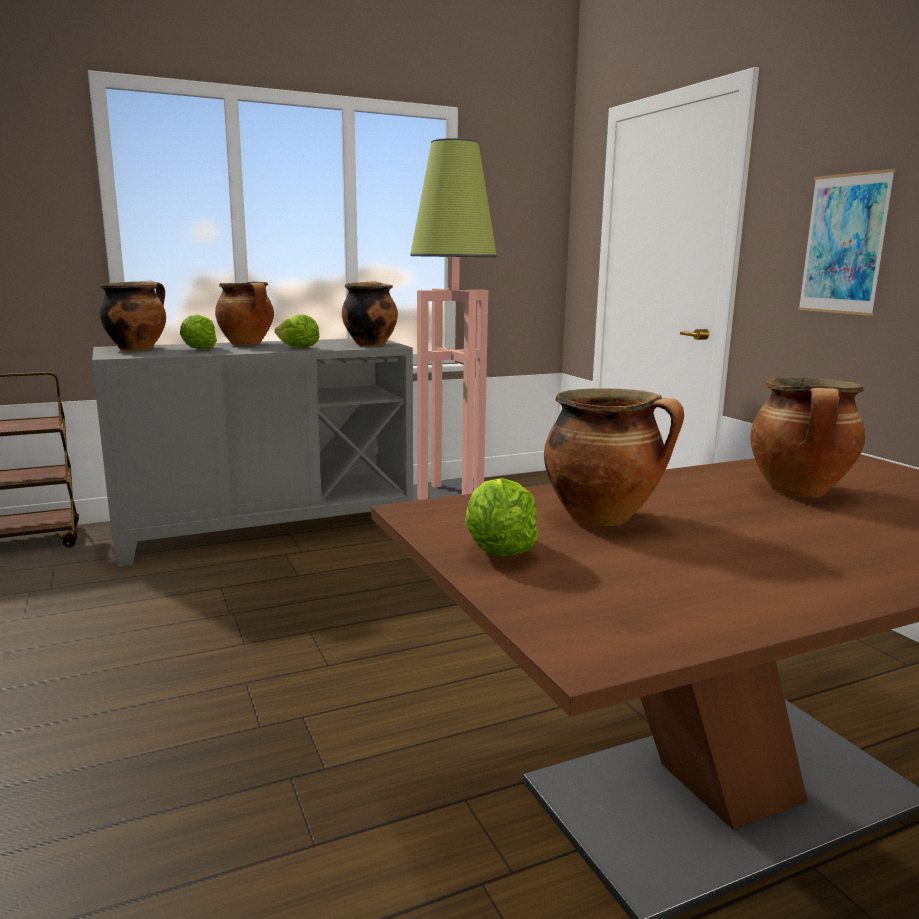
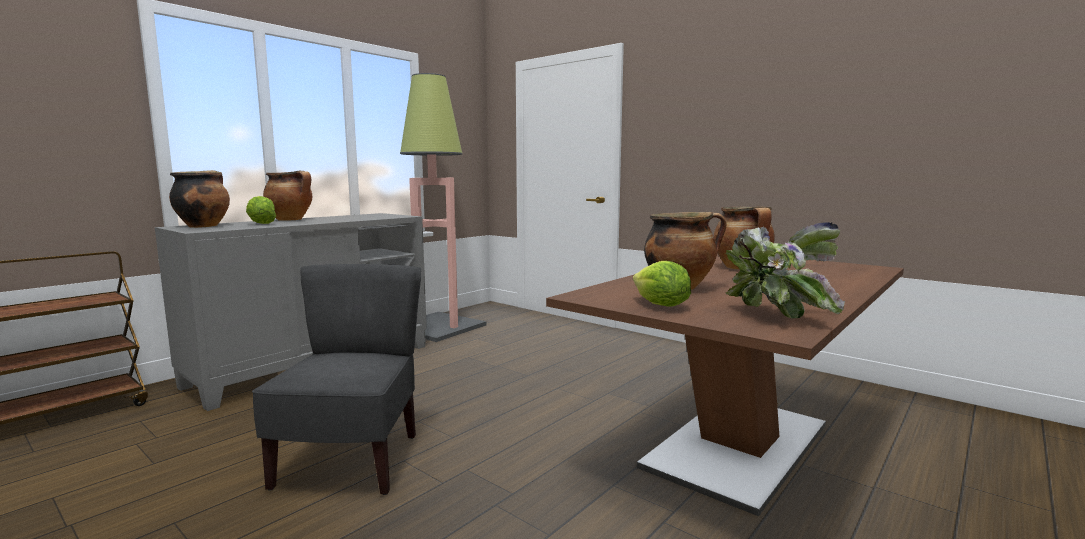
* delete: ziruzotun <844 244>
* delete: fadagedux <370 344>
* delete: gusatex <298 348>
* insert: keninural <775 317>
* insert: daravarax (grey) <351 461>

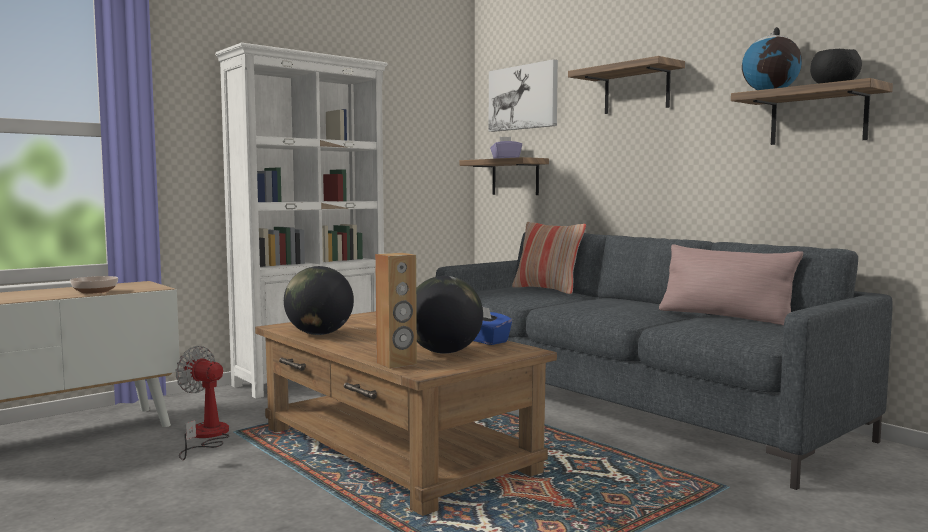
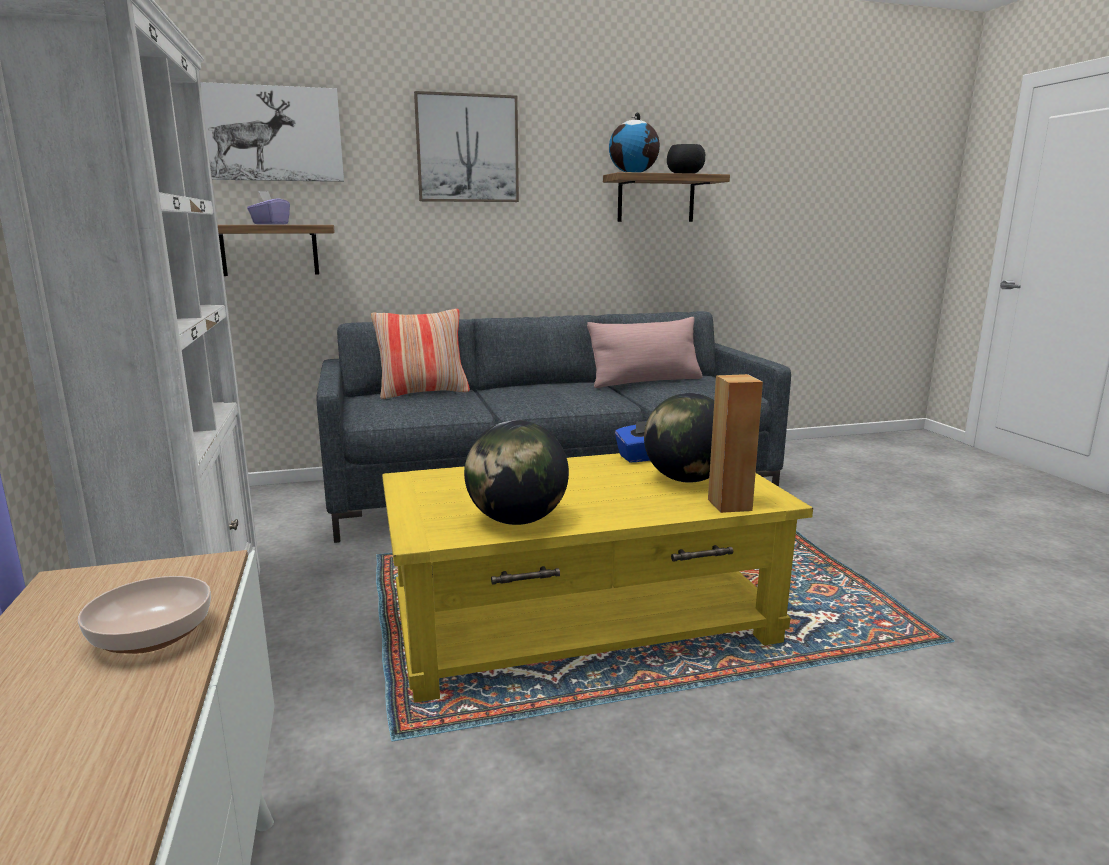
* replace: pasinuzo <636 89> to ziruzotun <467 149>
* recolor: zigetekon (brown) <395 449> to zigetekon (yellow) <583 622>
* delete: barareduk <205 436>

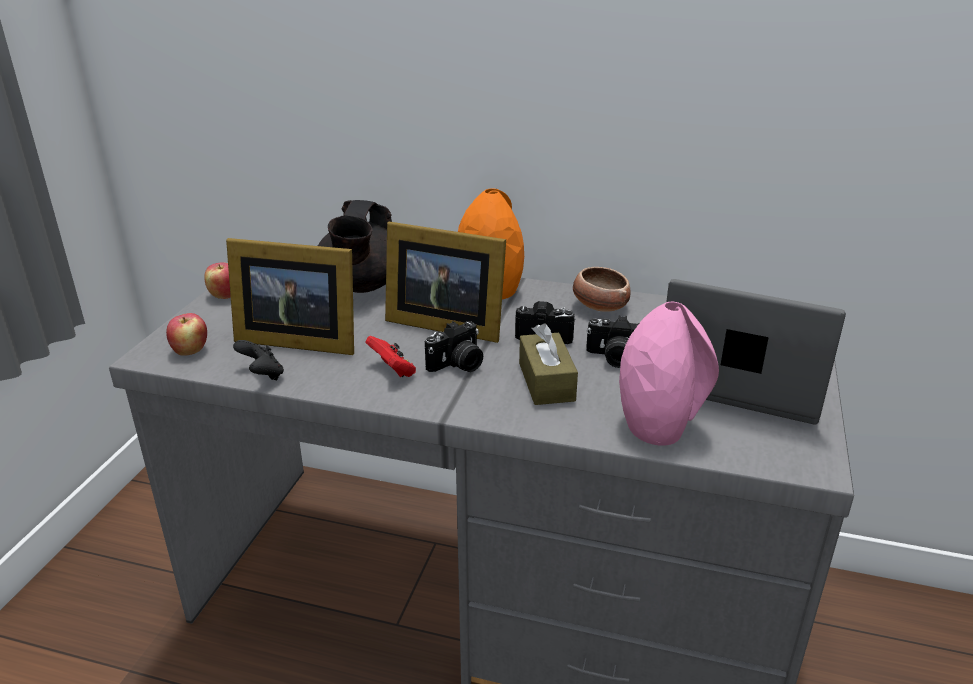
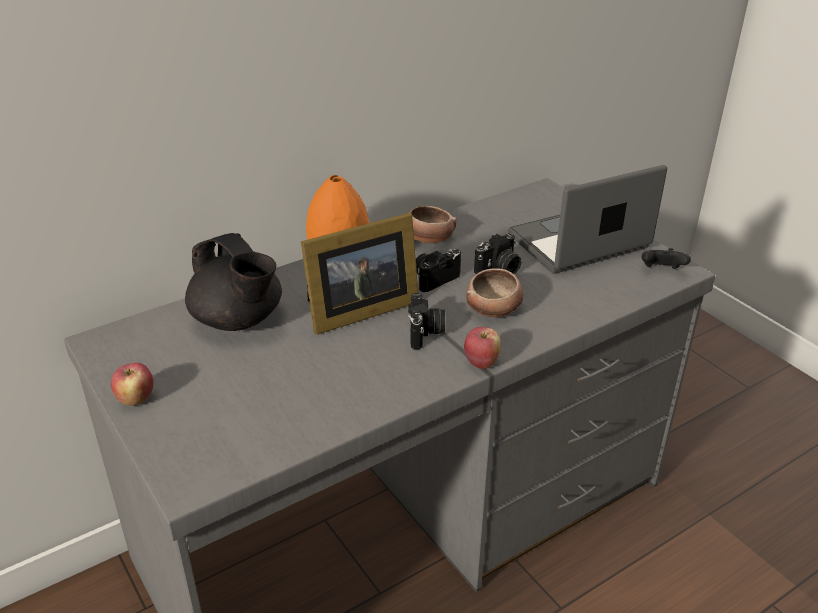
* delete: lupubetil <296 339>
* delete: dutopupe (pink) <659 425>
* move: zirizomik <190 351> to <481 362>
* replace: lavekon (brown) <546 382> to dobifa <494 309>
* delete: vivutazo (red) <393 371>
* move: vivutazo (black) <262 375> to <661 271>

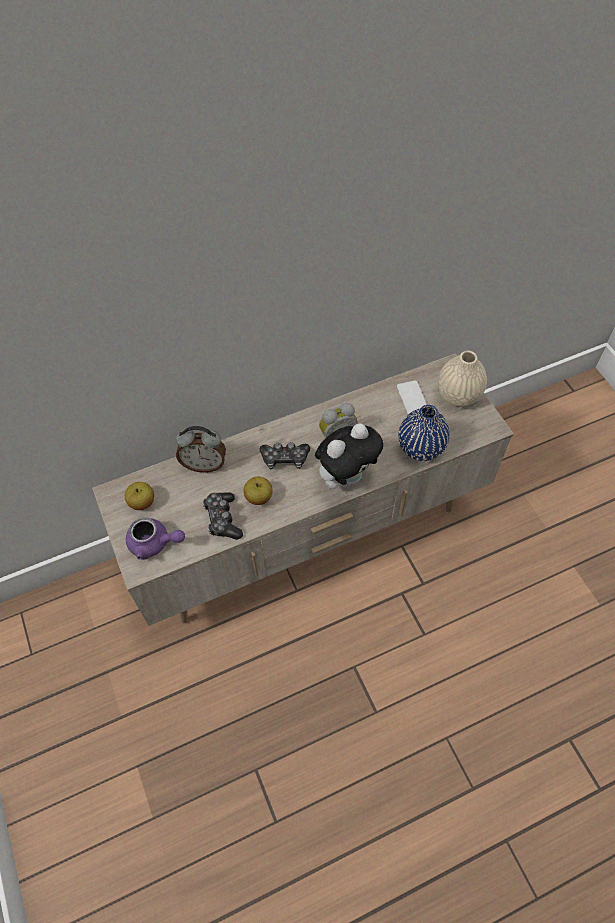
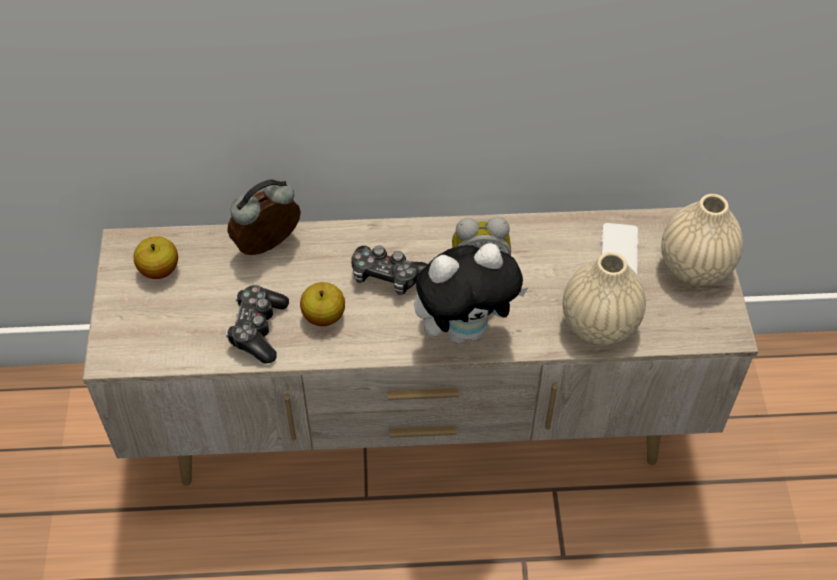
* recolor: dutopupe (blue) <421 447> to dutopupe (beige) <599 325>
* rotate: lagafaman <204 464> = <269 247> 120 degrees clockwise
* delete: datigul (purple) <154 543>

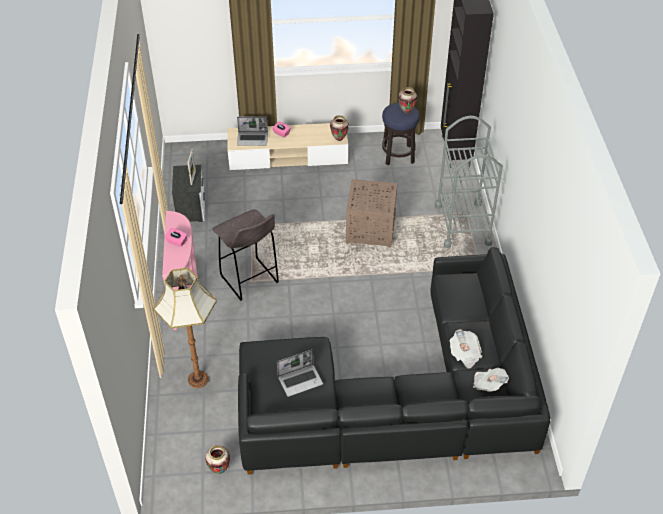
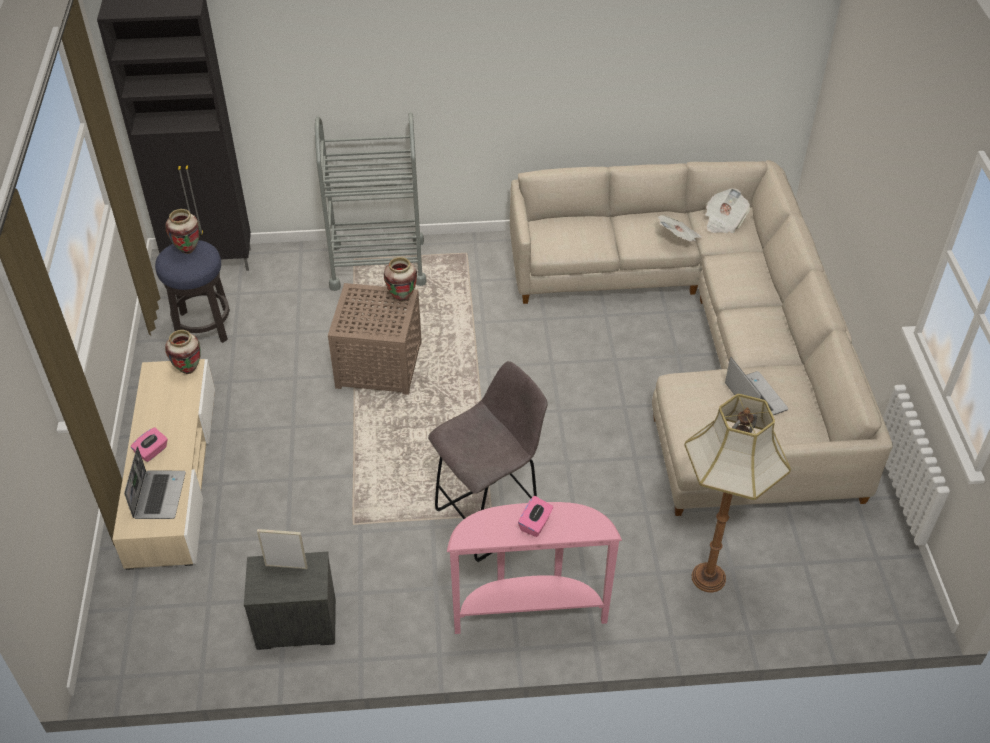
* recolor: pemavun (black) <400 399> to pemavun (beige) <706 342>
* move: dutopupe <219 470> to <402 298>

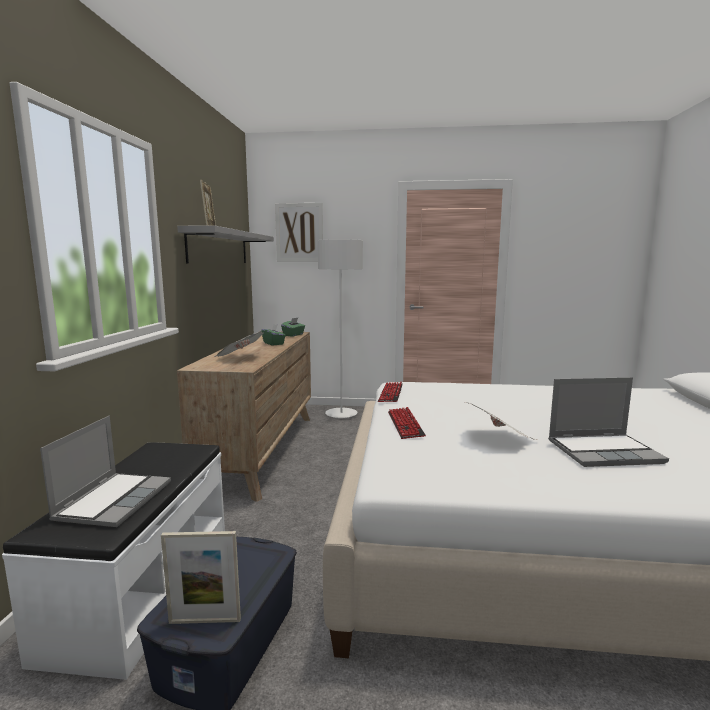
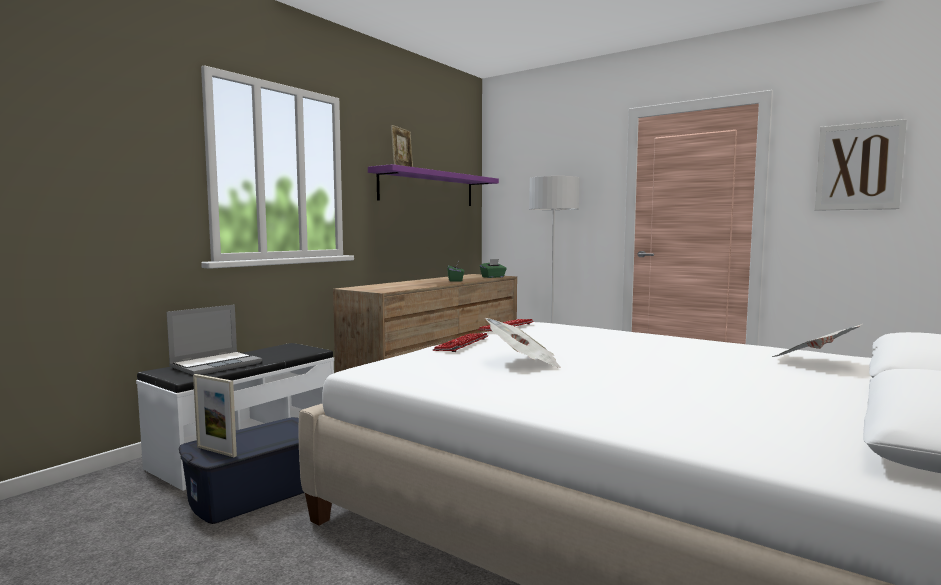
* move: ziruzotun <299 232> to <858 167>
* recolor: pasinuzo (grey) <219 247> to pasinuzo (purple) <428 188>
* move: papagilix <239 358> to <812 363>
* delete: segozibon <604 451>

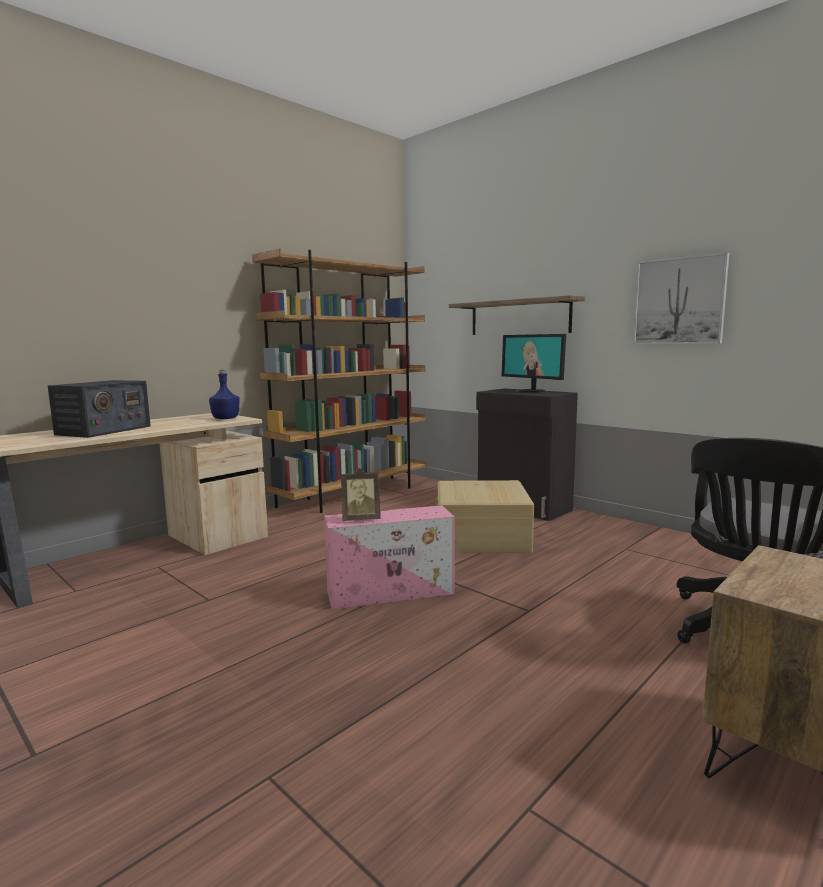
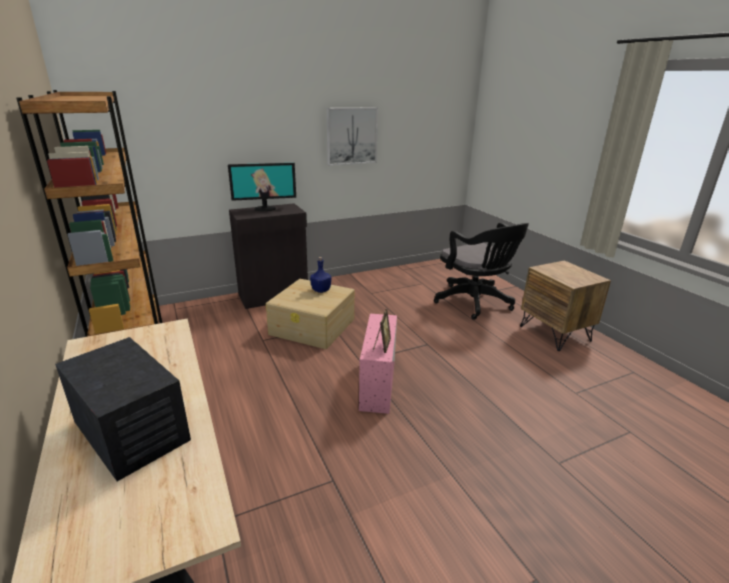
* delete: pasinuzo <519 317>
* move: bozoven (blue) <226 418> to <321 290>

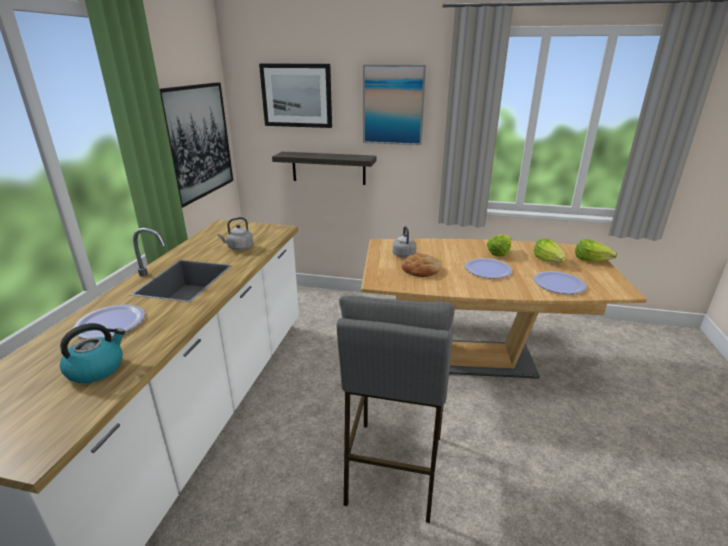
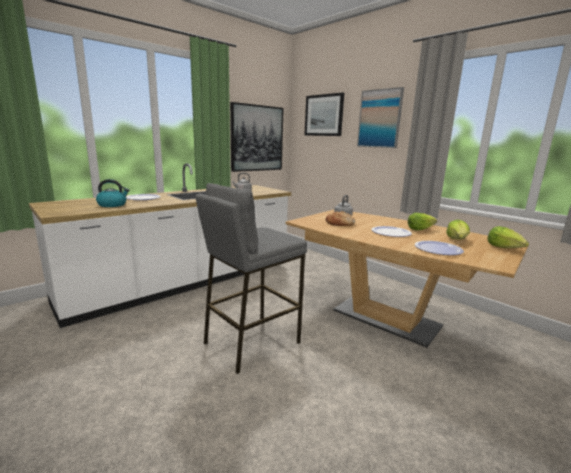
* delete: pasinuzo <328 168>

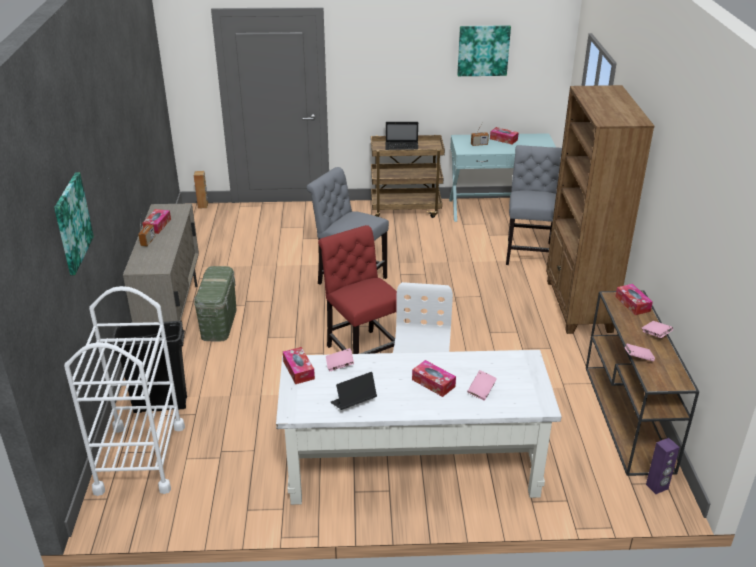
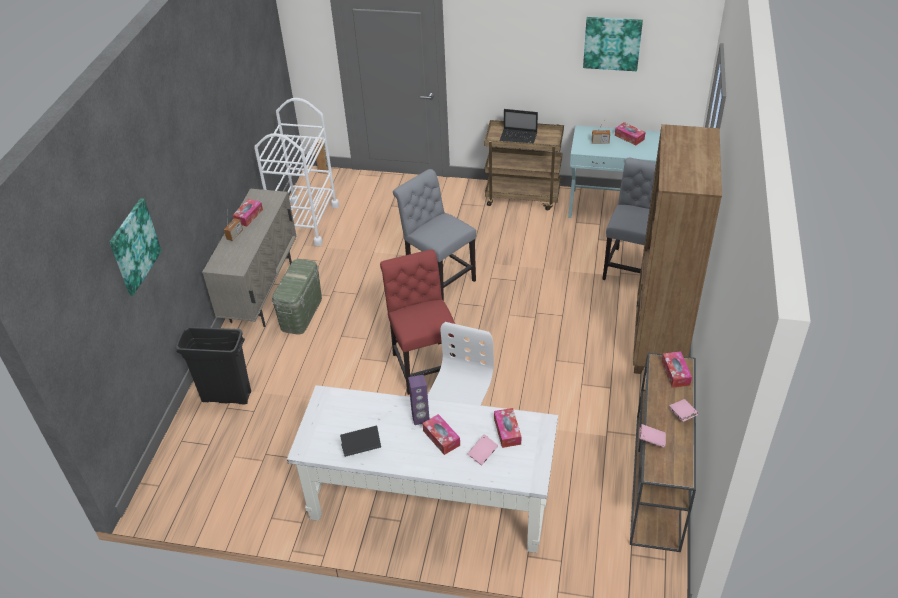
* move: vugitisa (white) <140 458> to <306 222>
* move: lavekon <298 370> to <507 431>
* delete: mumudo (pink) <339 365>
* move: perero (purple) <657 487> to <420 418>

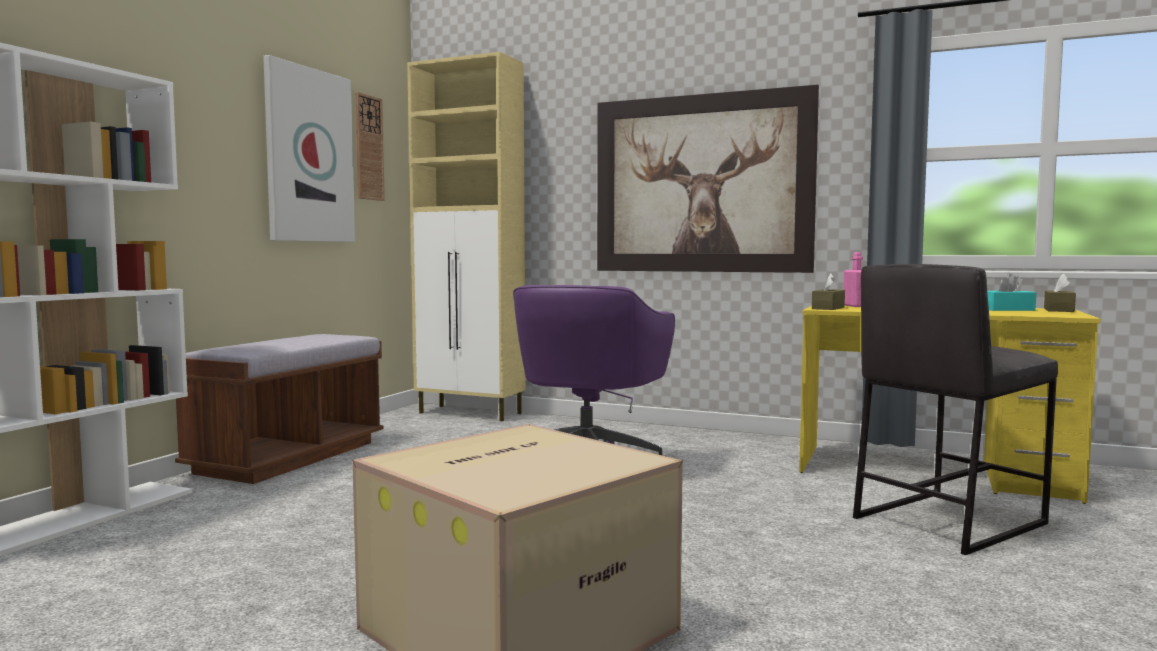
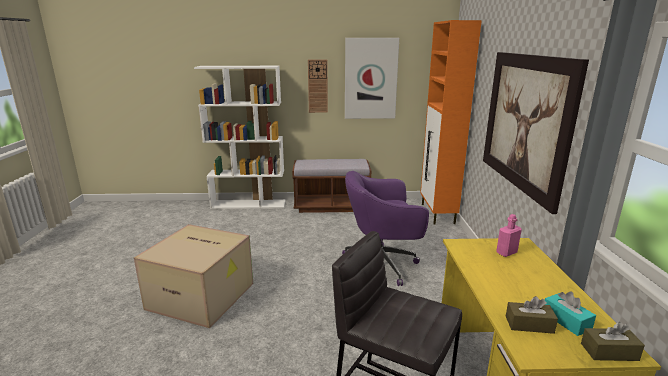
* recolor: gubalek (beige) <471 413> to gubalek (orange) <437 214>
* move: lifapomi <369 148> to <318 86>
* move: lavekon (brown) <828 308> to <529 324>

